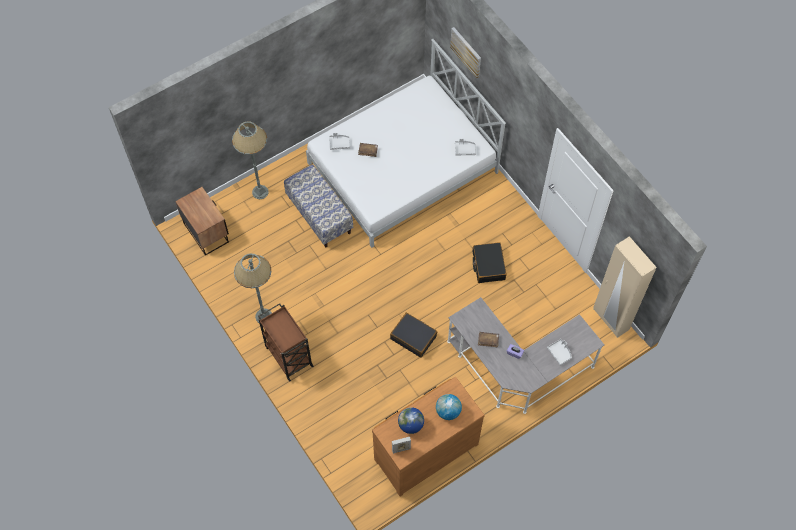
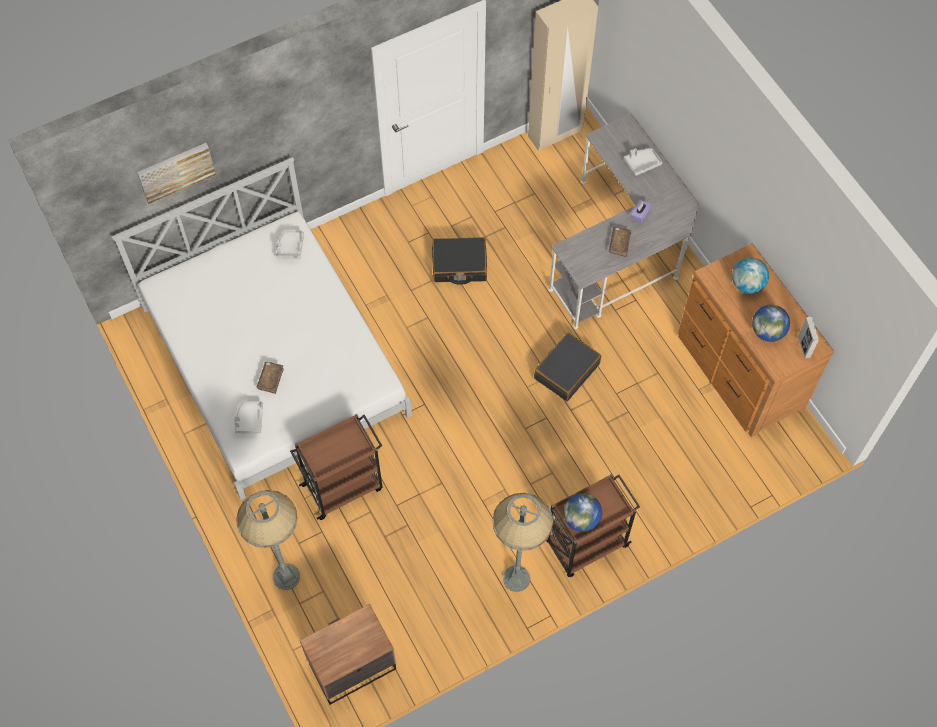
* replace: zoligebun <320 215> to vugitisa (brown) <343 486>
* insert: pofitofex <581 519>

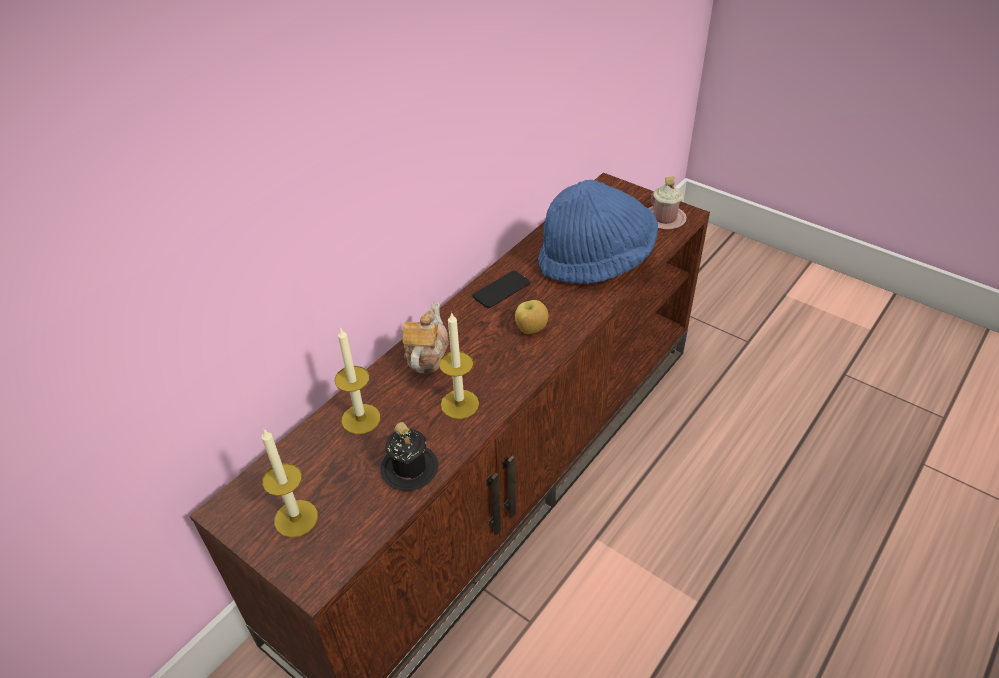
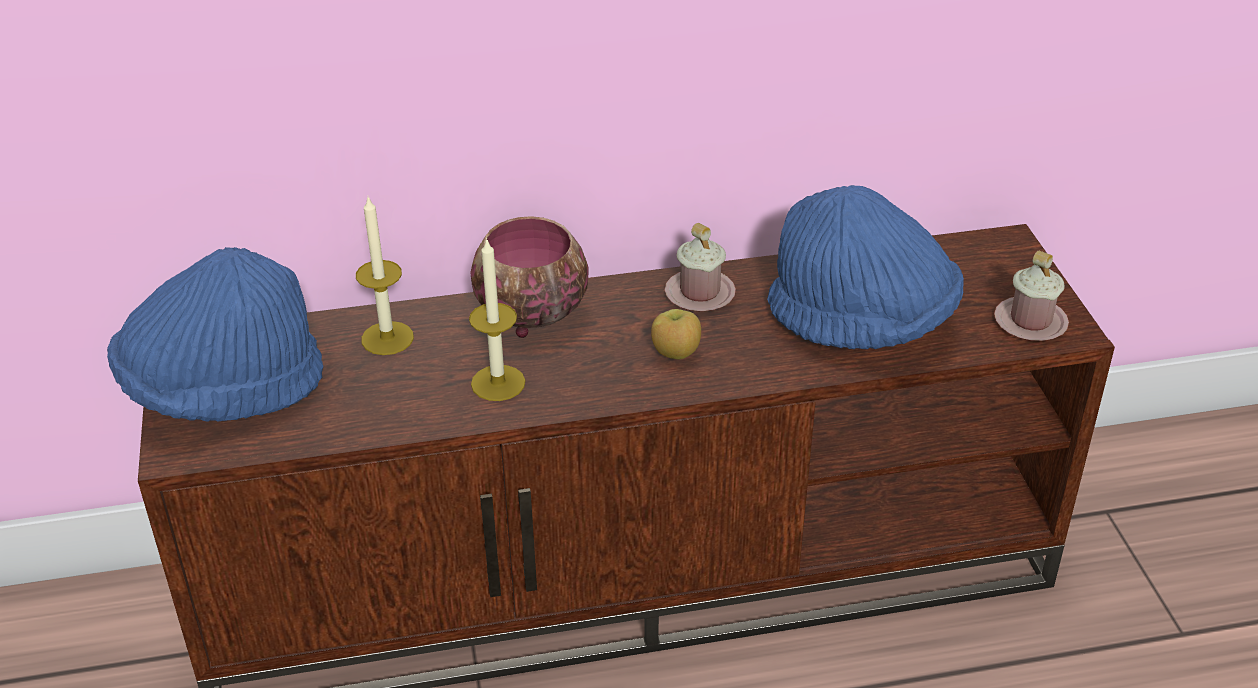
* replace: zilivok <501 290> to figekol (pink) <700 293>
* replace: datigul <426 354> to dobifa <529 314>
* delete: figekol (black) <409 469>
* replace: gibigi <296 518> to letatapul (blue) <224 390>

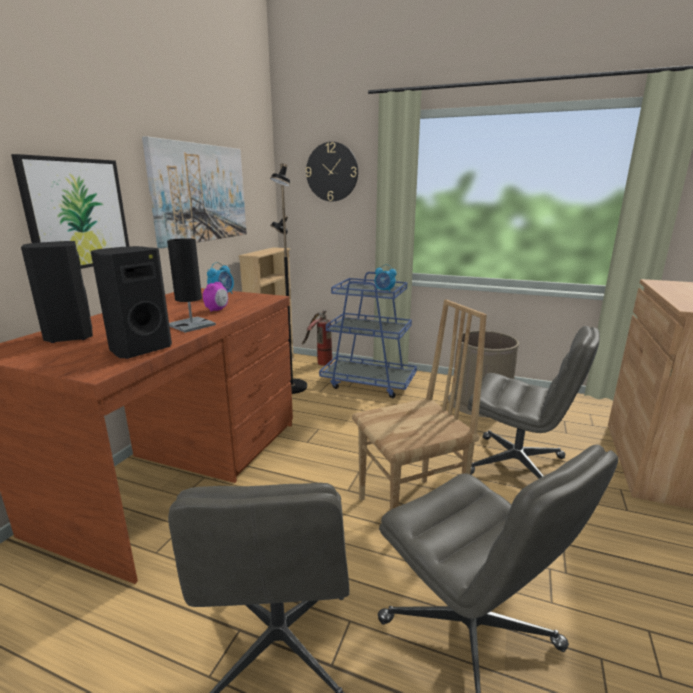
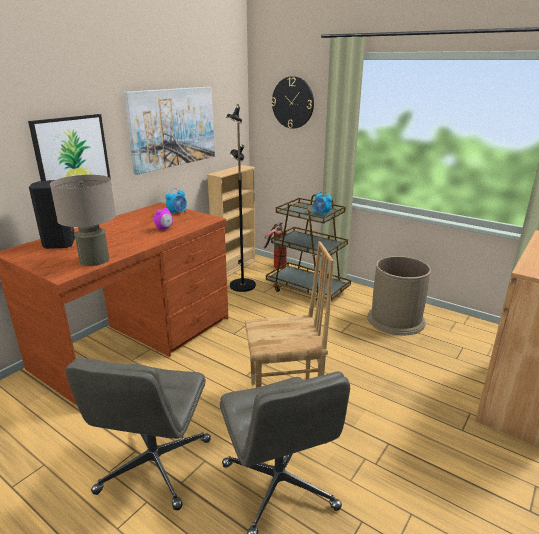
* delete: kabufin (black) <191 325>
* replace: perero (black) <139 349> to kabufin (beige) <94 260>
* recolor: vugitisa (blue) <368 383> to vugitisa (brown) <307 290>
* delete: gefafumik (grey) <517 466>

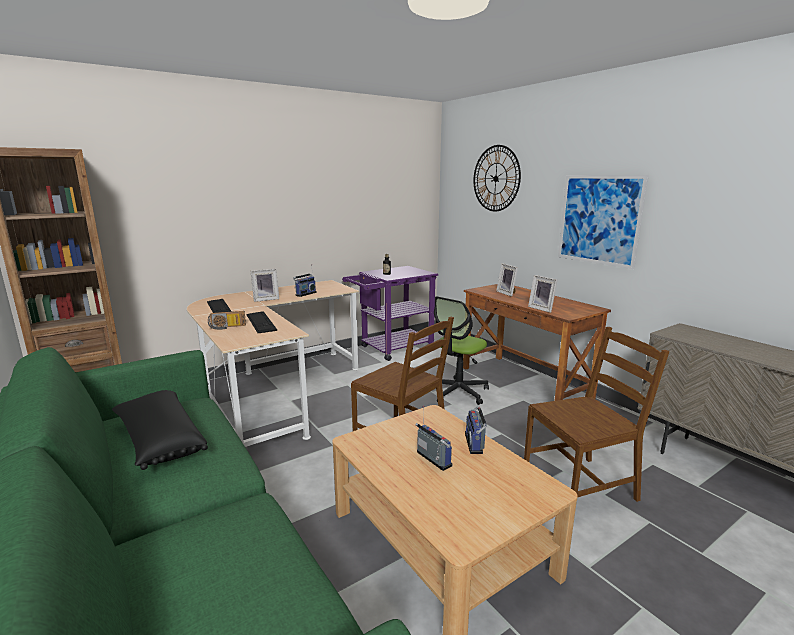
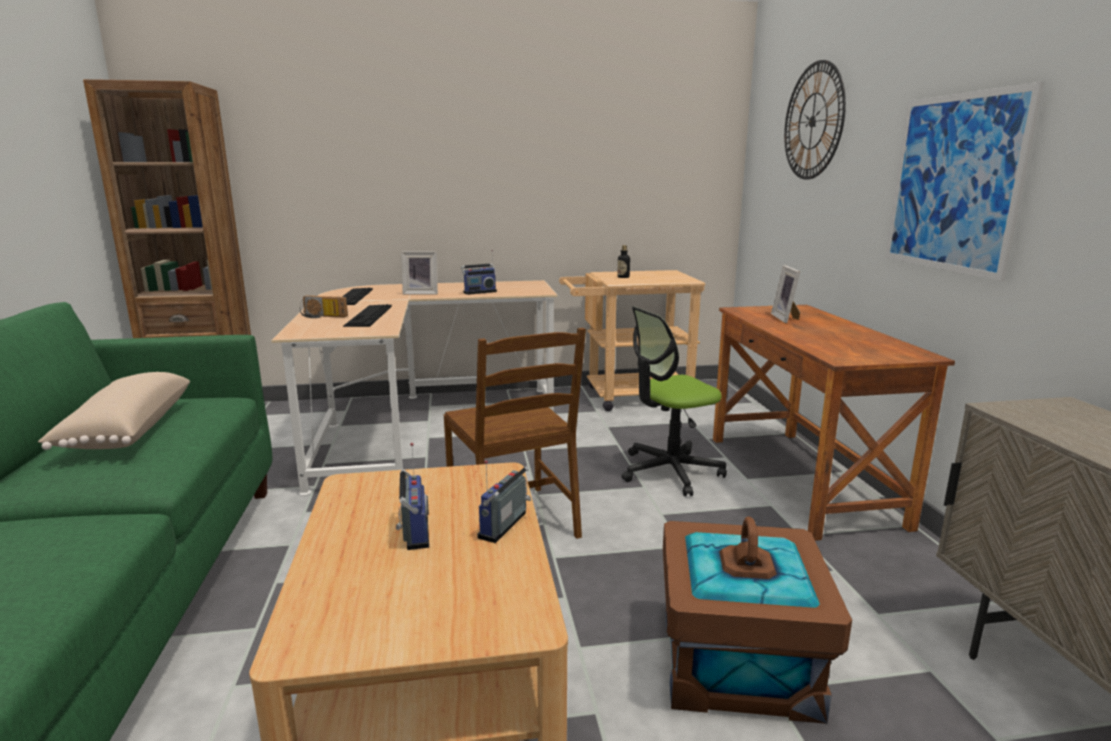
* recolor: vugitisa (purple) <391 349> to vugitisa (beige) <628 397>
* delete: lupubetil <542 309>
* replace: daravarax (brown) <580 486> to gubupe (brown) <738 662>
* recolor: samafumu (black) <159 441> to samafumu (beige) <126 430>

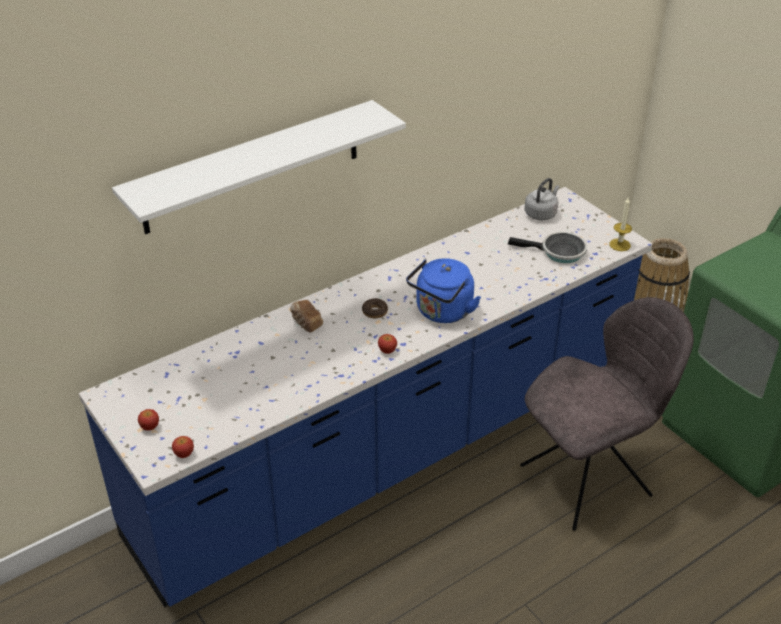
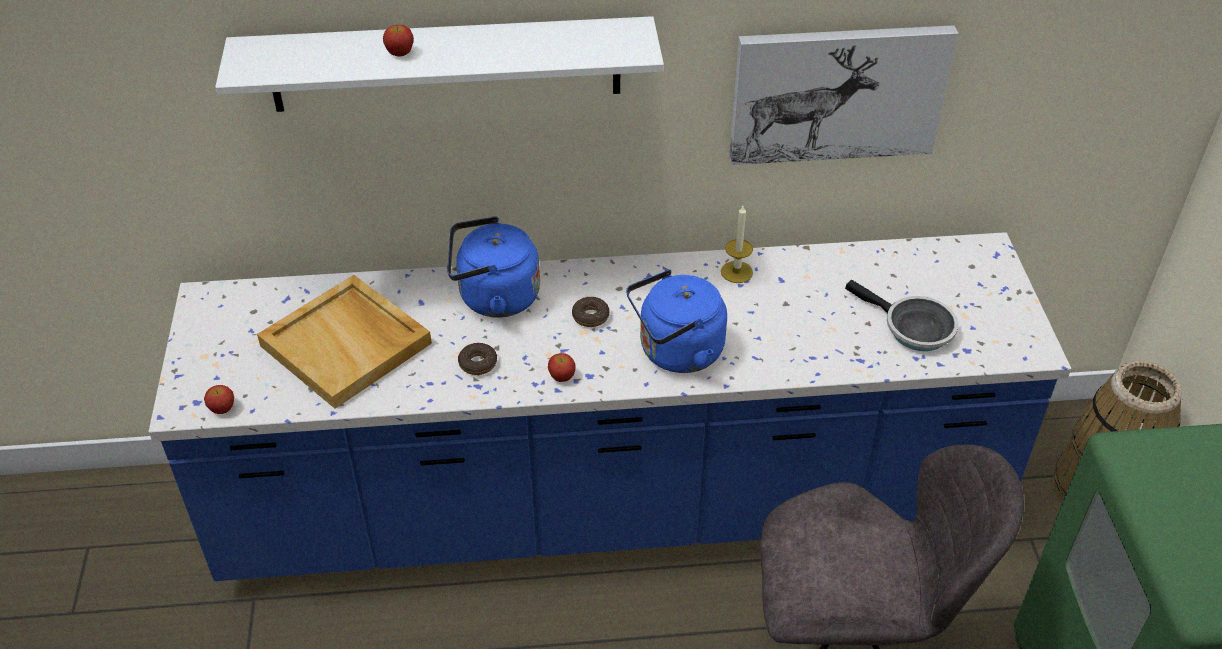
* delete: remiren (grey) <541 213>
* move: gibigi <619 245> to <736 272>
* replace: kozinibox <305 323> to remiren (blue) <494 297>
* move: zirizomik <150 427> to <400 53>
* insert: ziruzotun <837 93>
* insert: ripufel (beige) <347 344>
* insert: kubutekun <478 363>

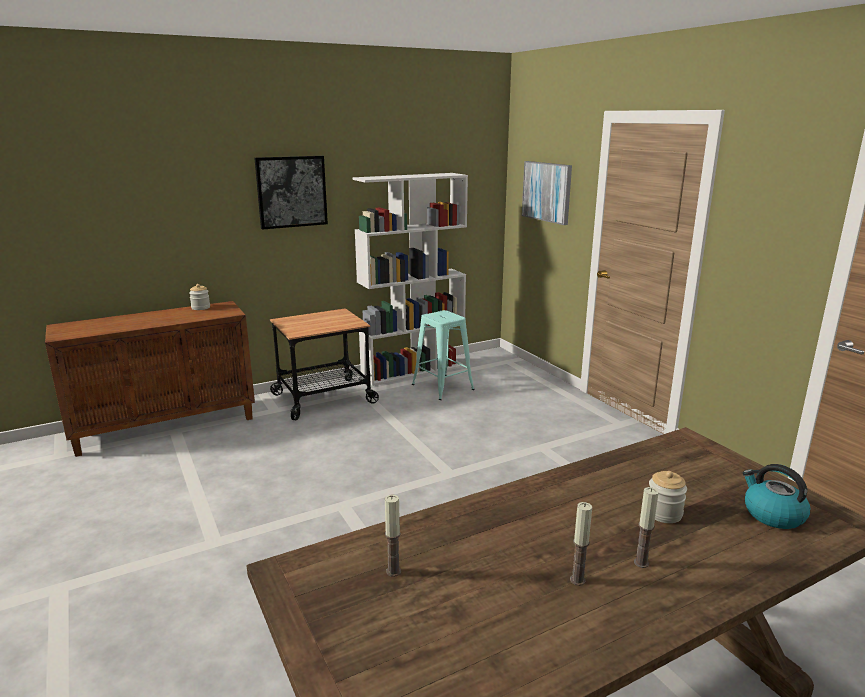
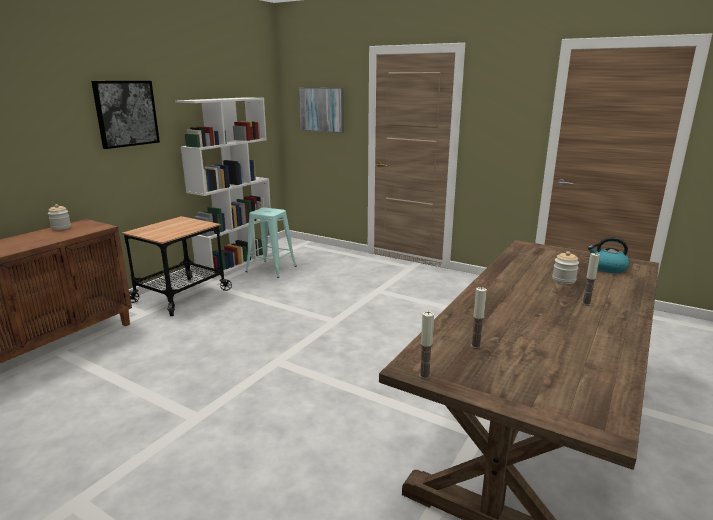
* move: gibigi <577 580> to <424 376>

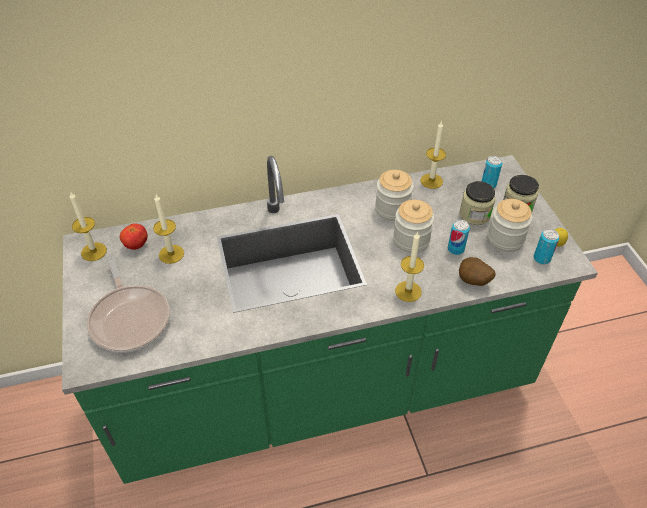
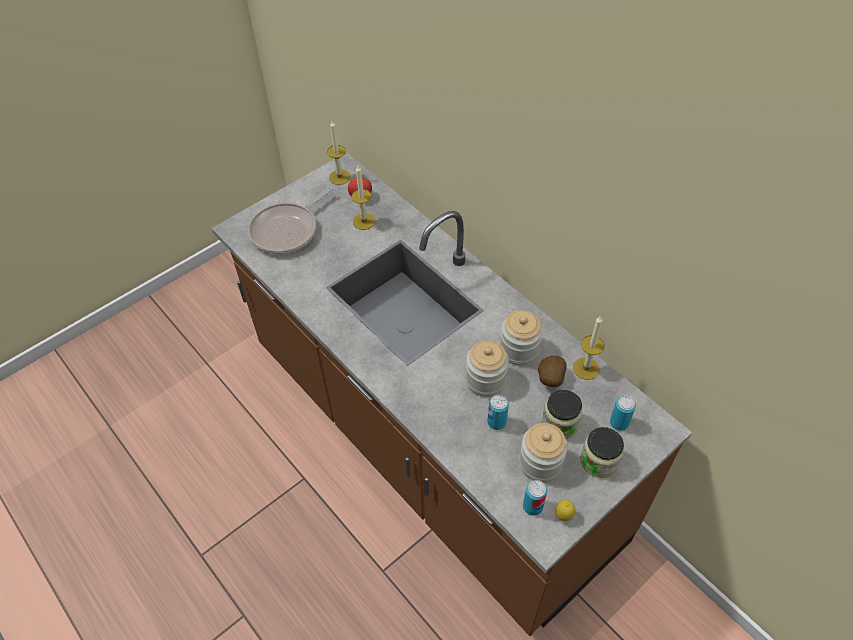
* recolor: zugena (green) <323 386> to zugena (brown) <429 442>
* delete: gibigi <408 291>
* move: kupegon <473 282> to <549 379>

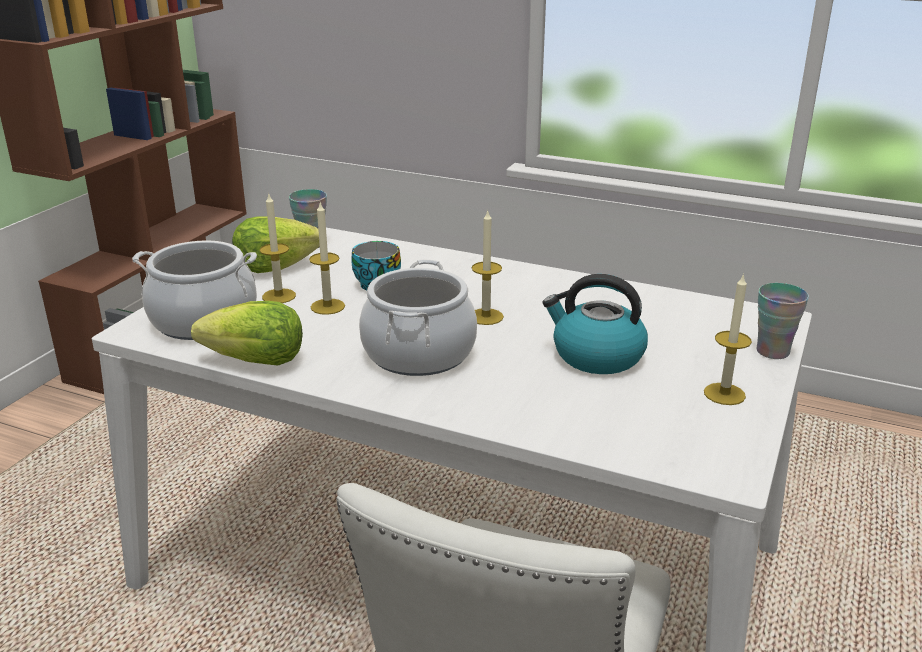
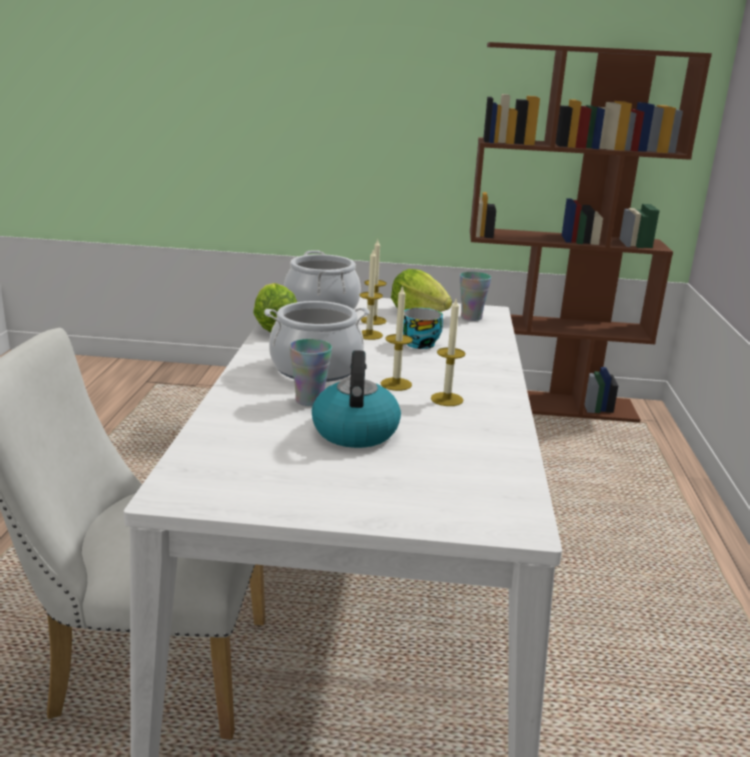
* move: gibigi <724 394> to <446 399>
* move: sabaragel <772 351> to <309 400>

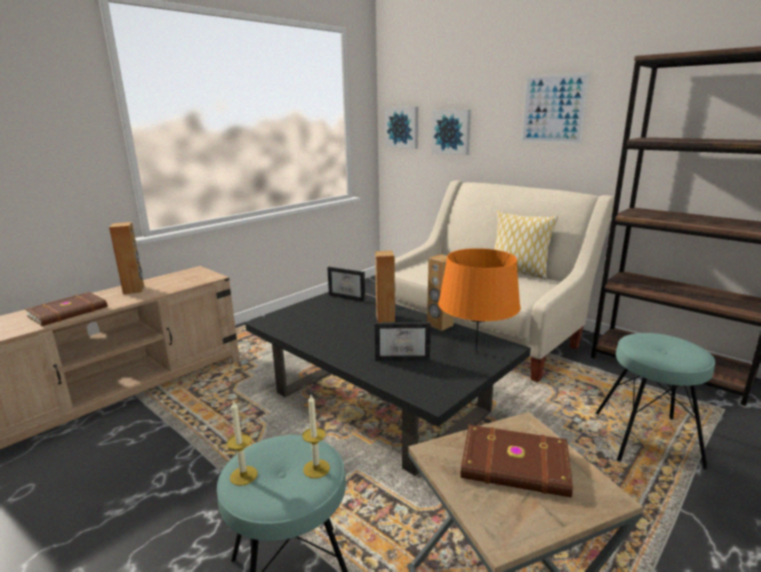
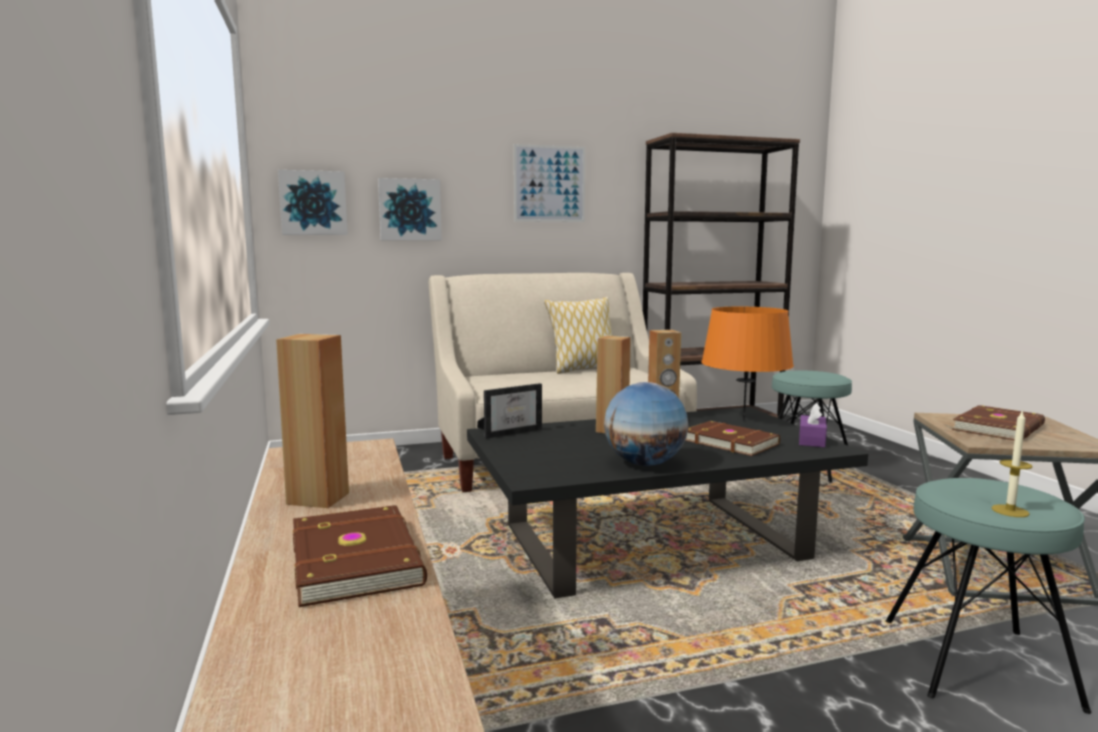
* replace: lupubetil <403 357> to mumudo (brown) <730 442>
* delete: gibigi <316 468>
* insert: pofitofex <644 464>
* insert: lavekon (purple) <812 440>

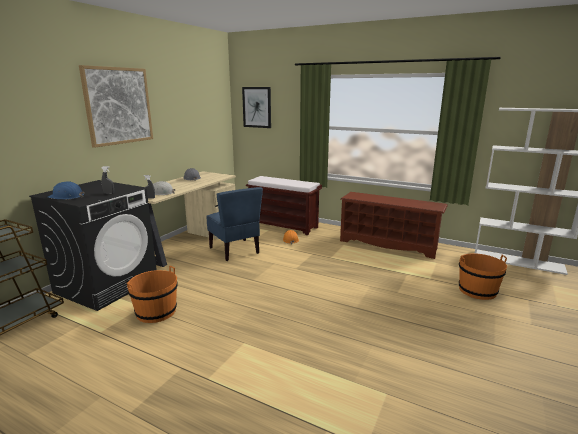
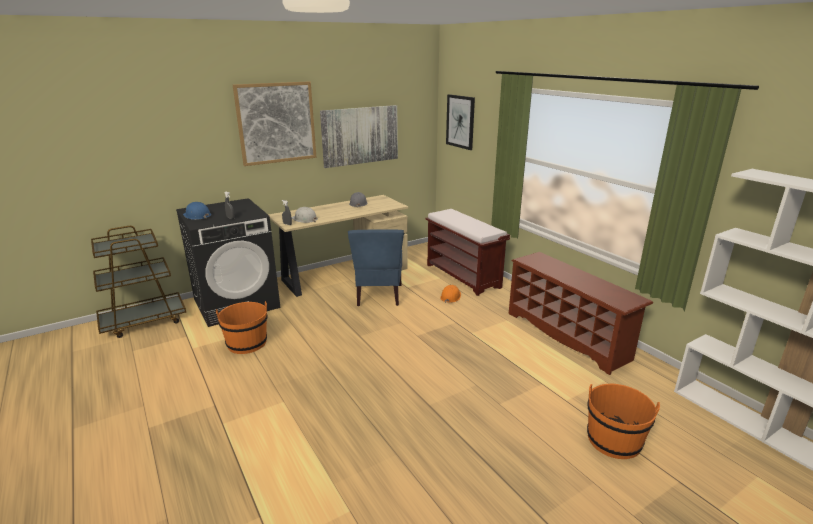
* insert: ziruzotun <360 135>

